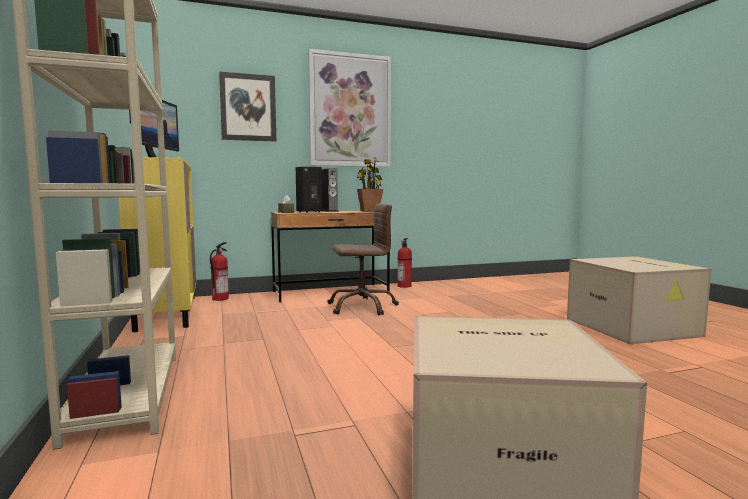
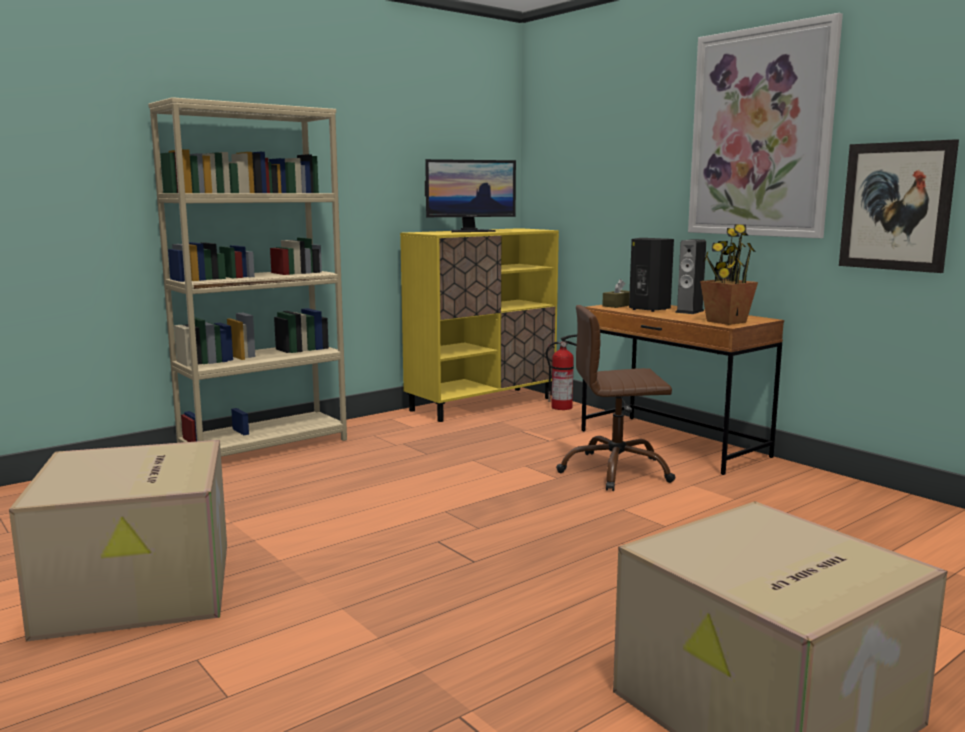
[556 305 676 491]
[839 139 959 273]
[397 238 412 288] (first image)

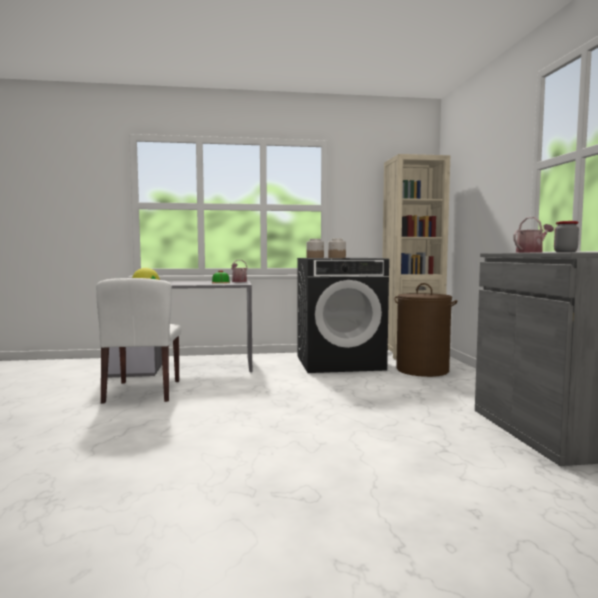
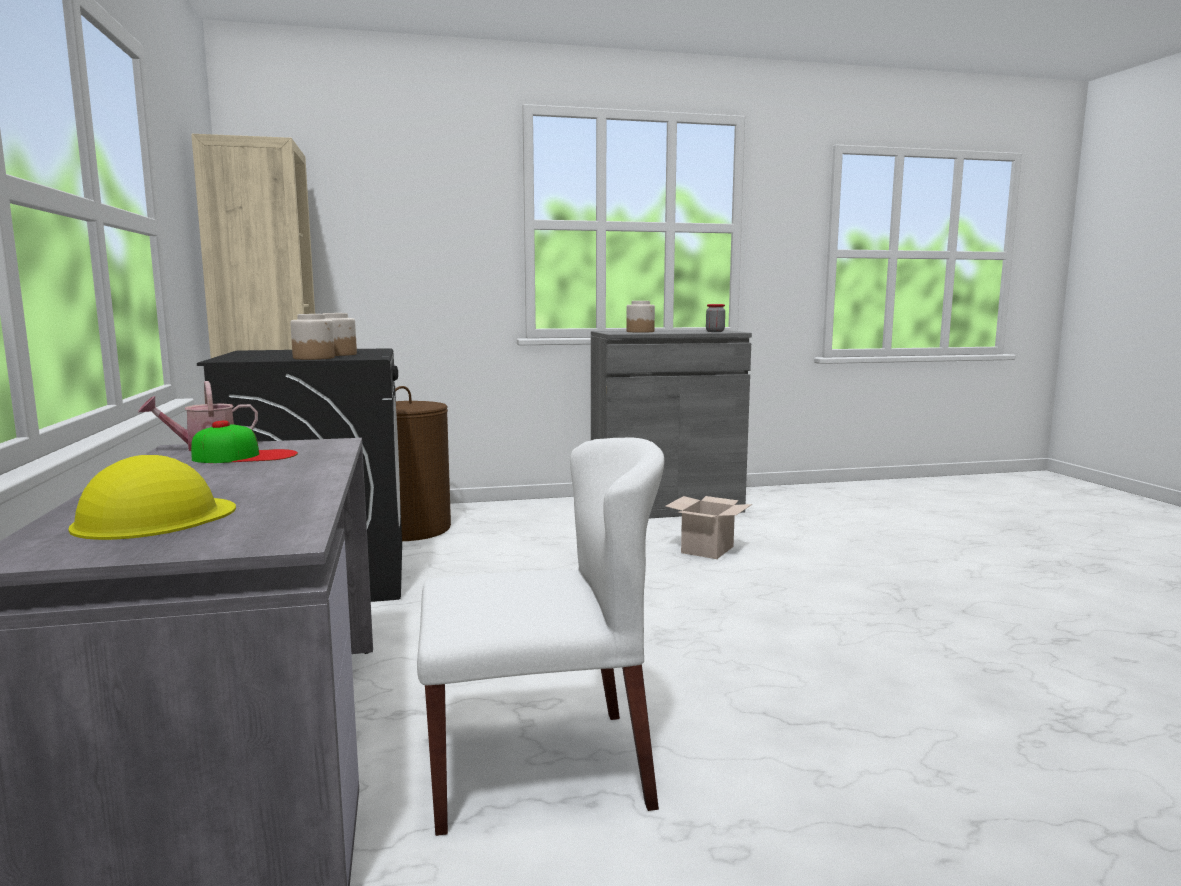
[626 301 655 333]
[666 496 752 559]

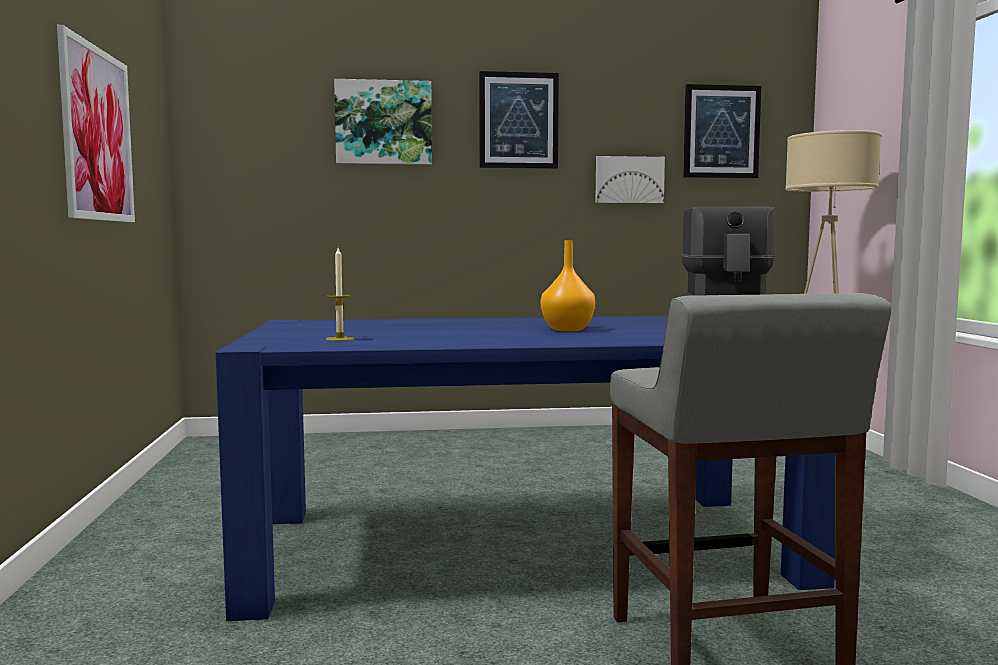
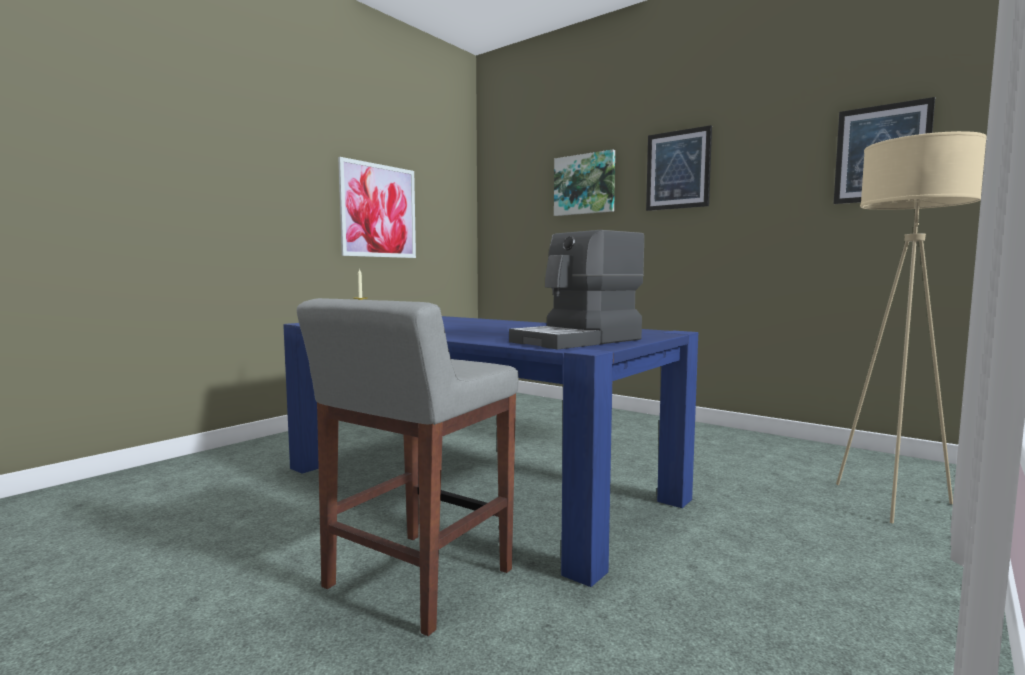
[541 240 595 331] (first image)
[595 156 665 203] (first image)

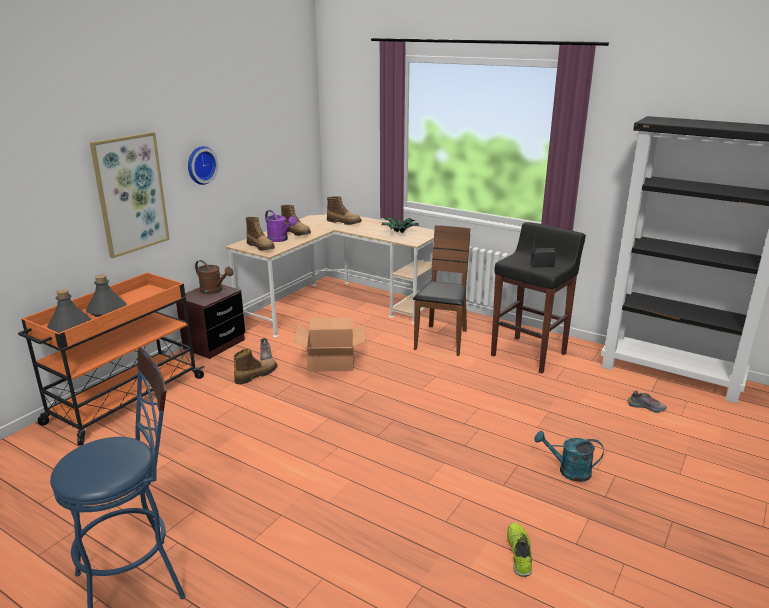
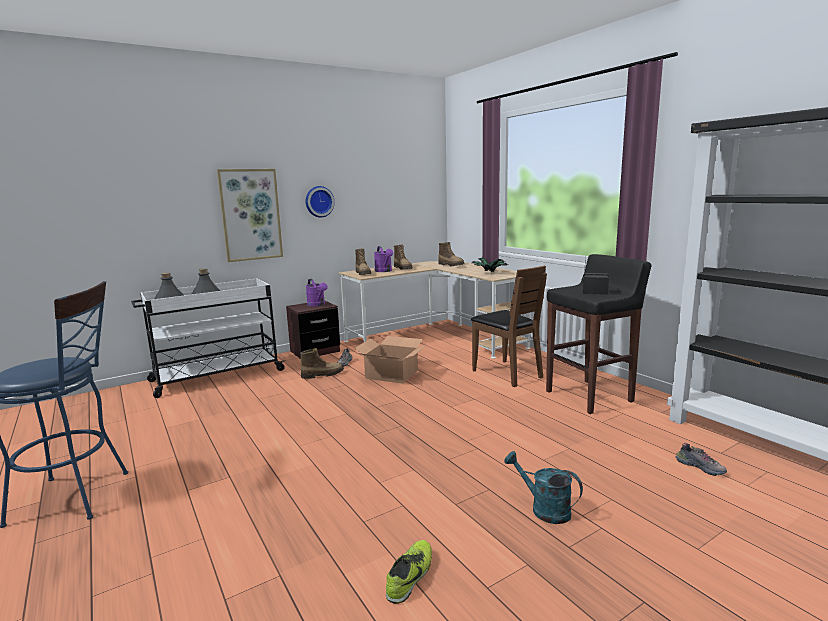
[131 279 285 398]
[306 279 328 306]
[471 266 547 387]

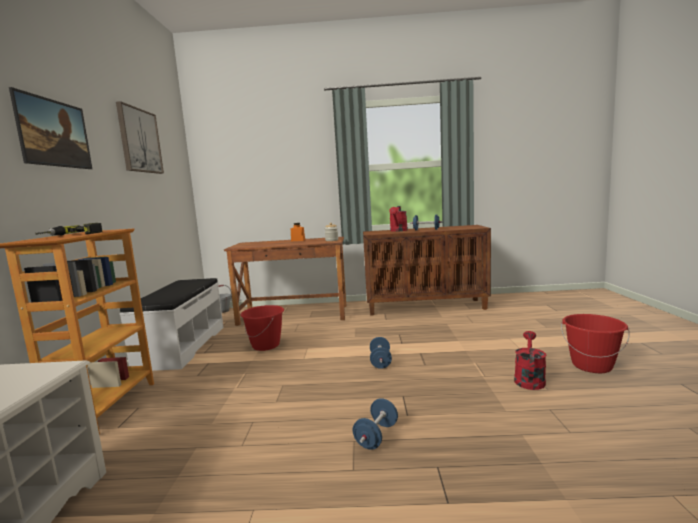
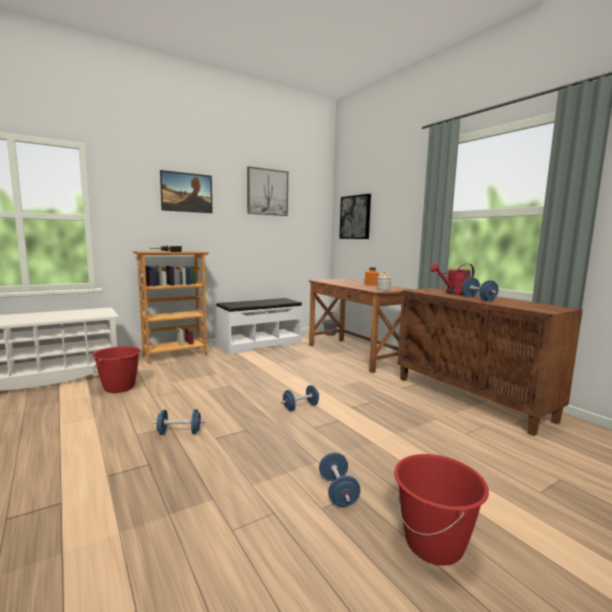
[92 346 141 393]
[319 453 360 507]
[339 194 371 239]

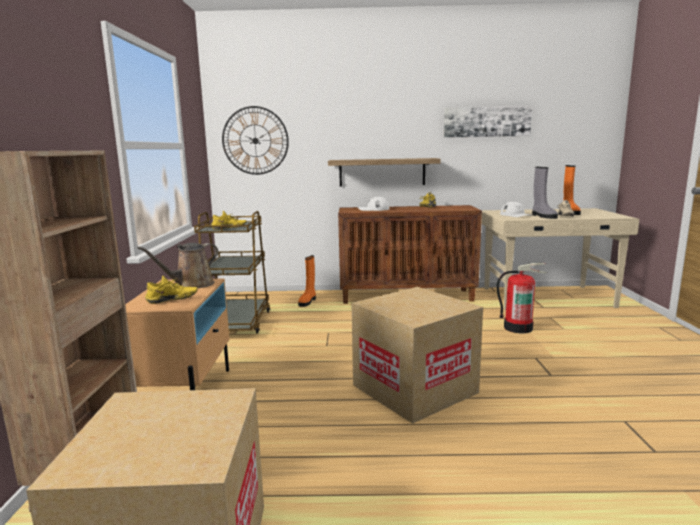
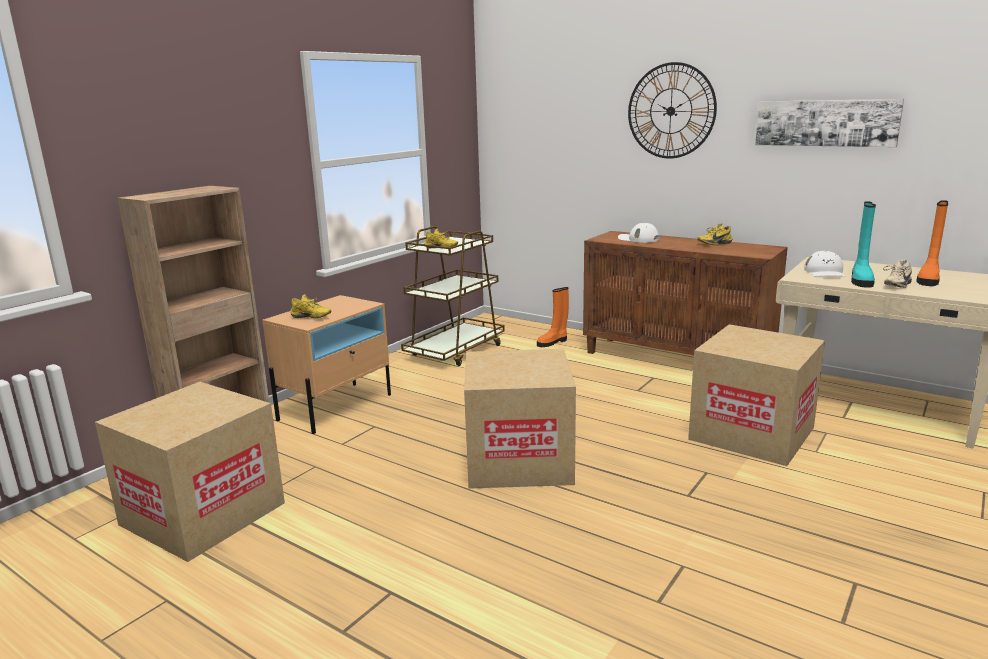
[628 62 717 159]
[688 324 825 466]
[851 201 876 288]
[137 243 218 288] (first image)
[328 158 441 187] (first image)

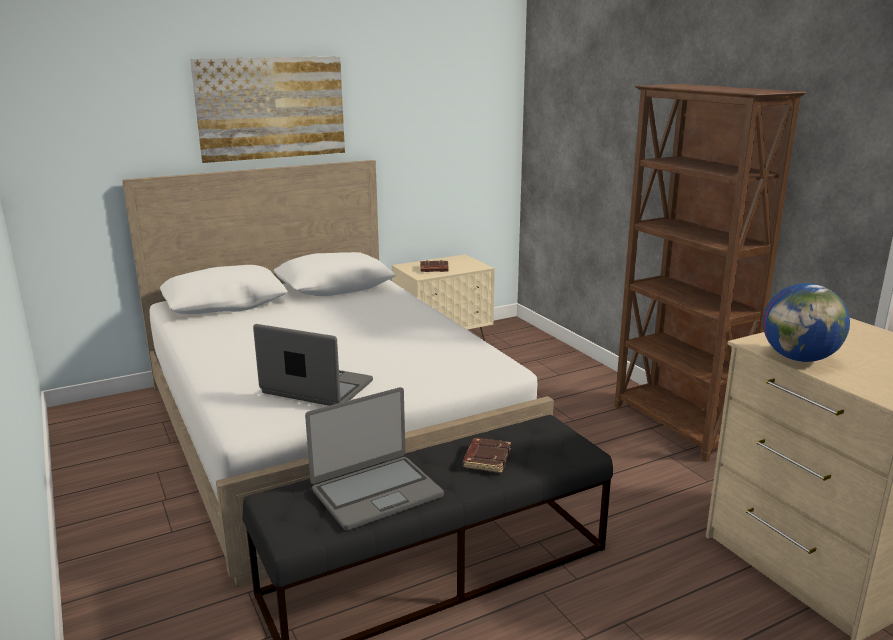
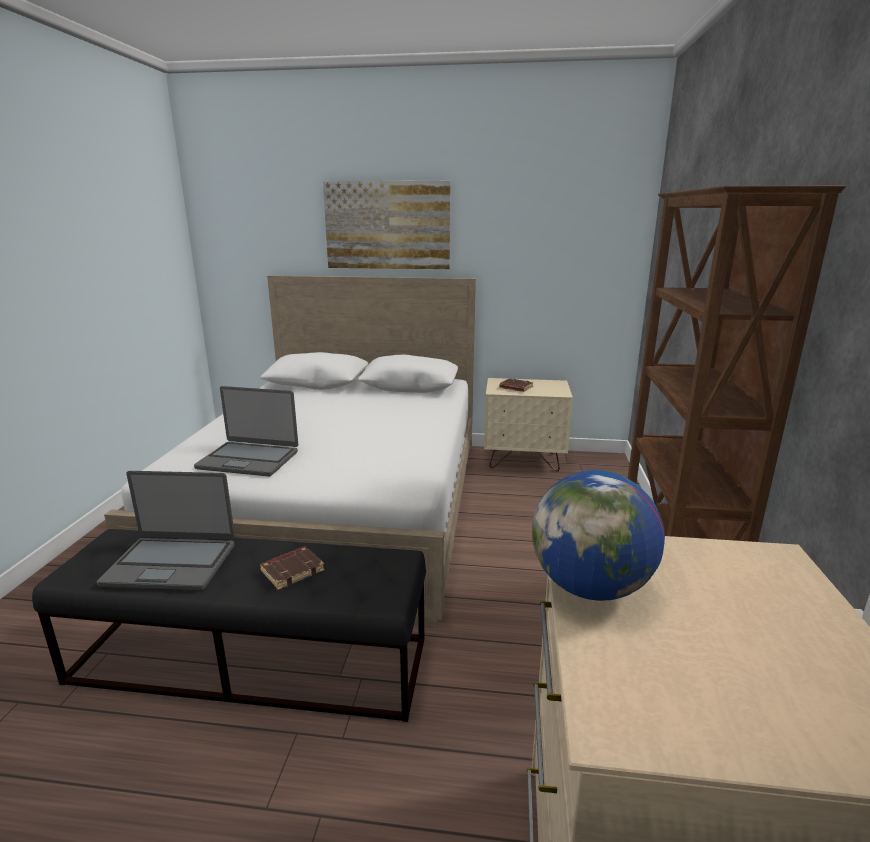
[194 386 298 477]

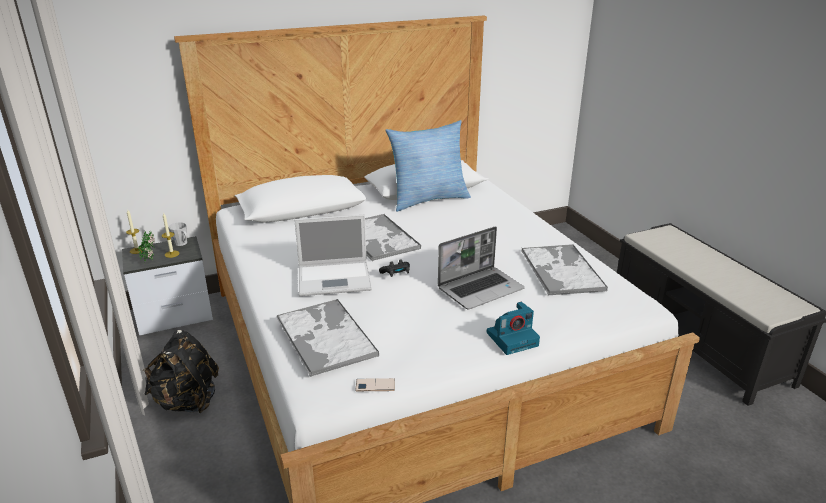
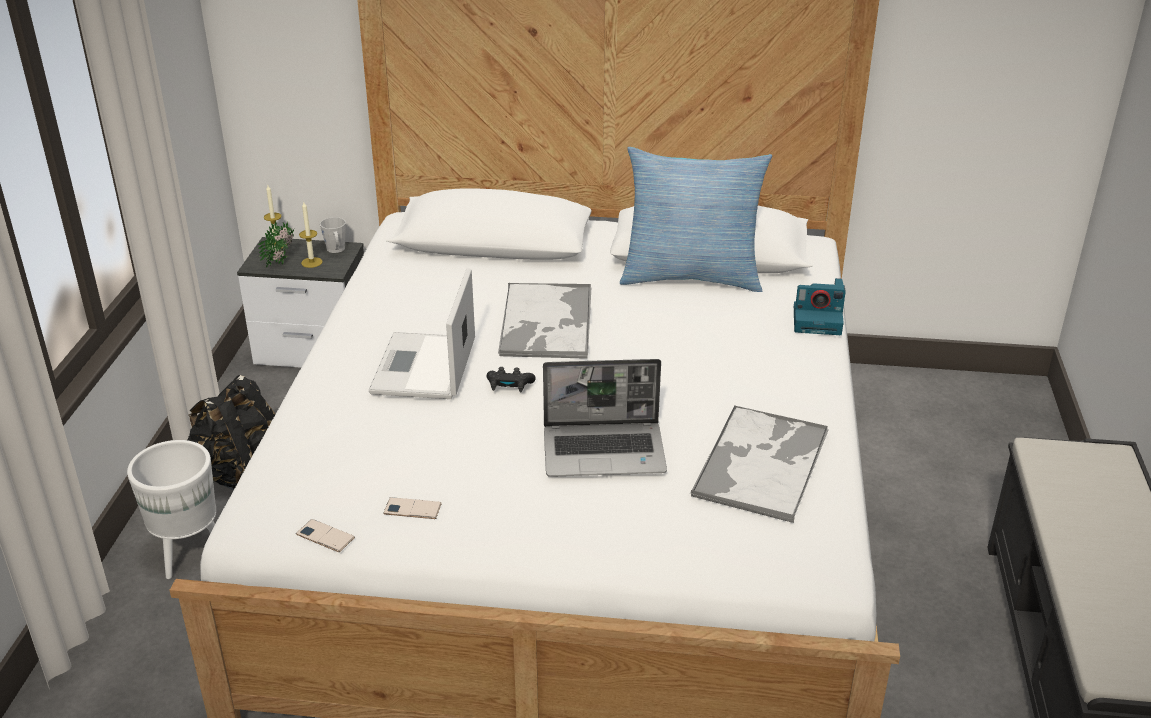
[127 440 216 579]
[369 268 475 399]
[383 497 442 519]
[794 278 846 335]
[277 299 379 377] (first image)

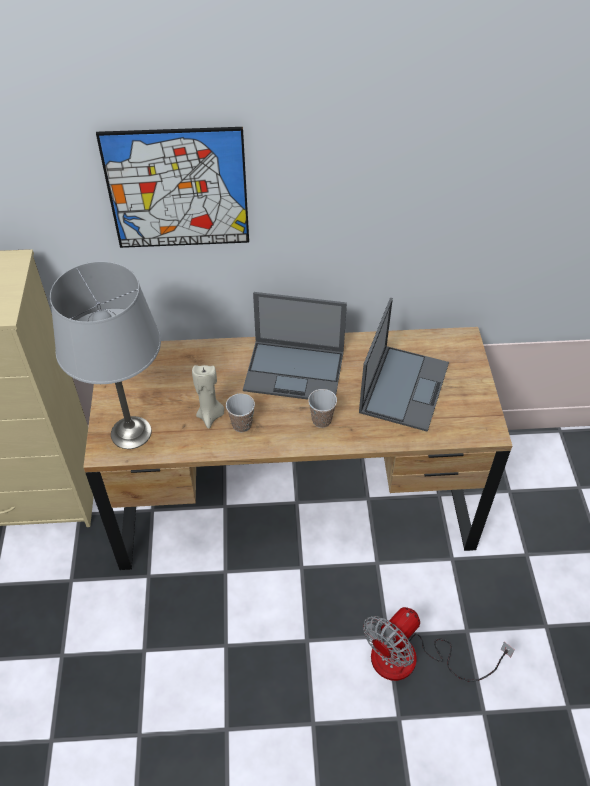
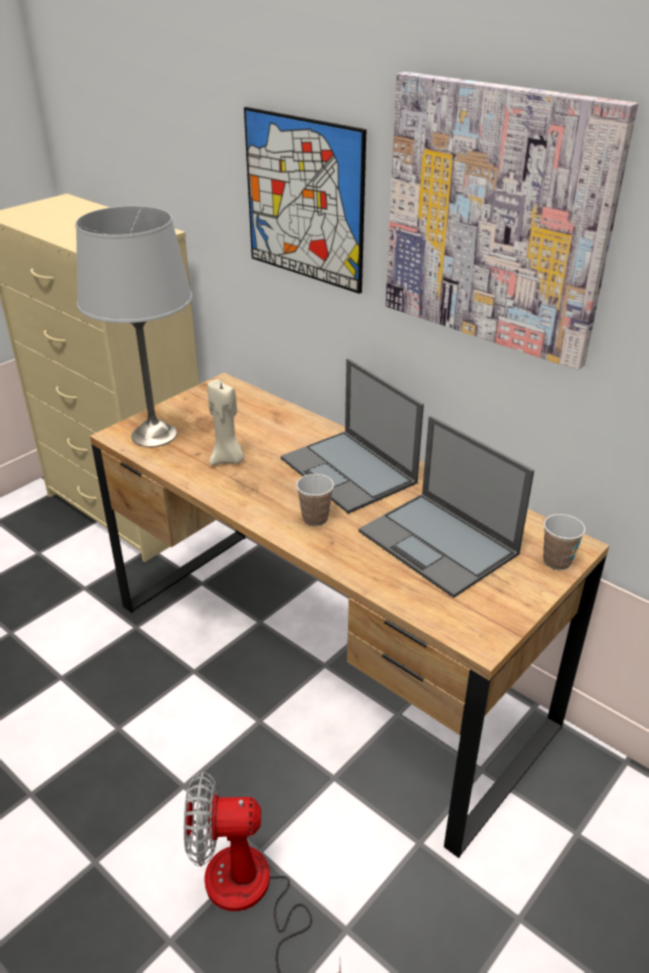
[359 416 534 598]
[386 72 638 370]
[543 514 585 570]

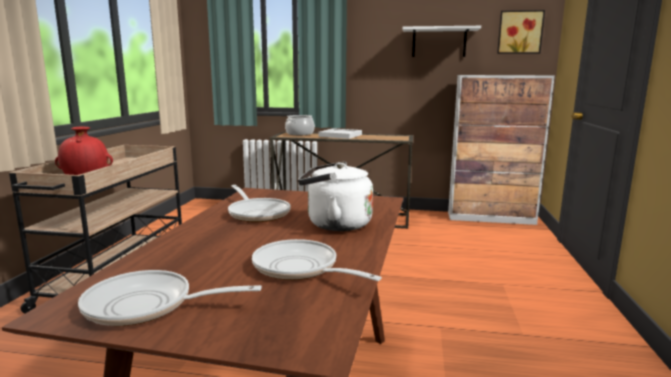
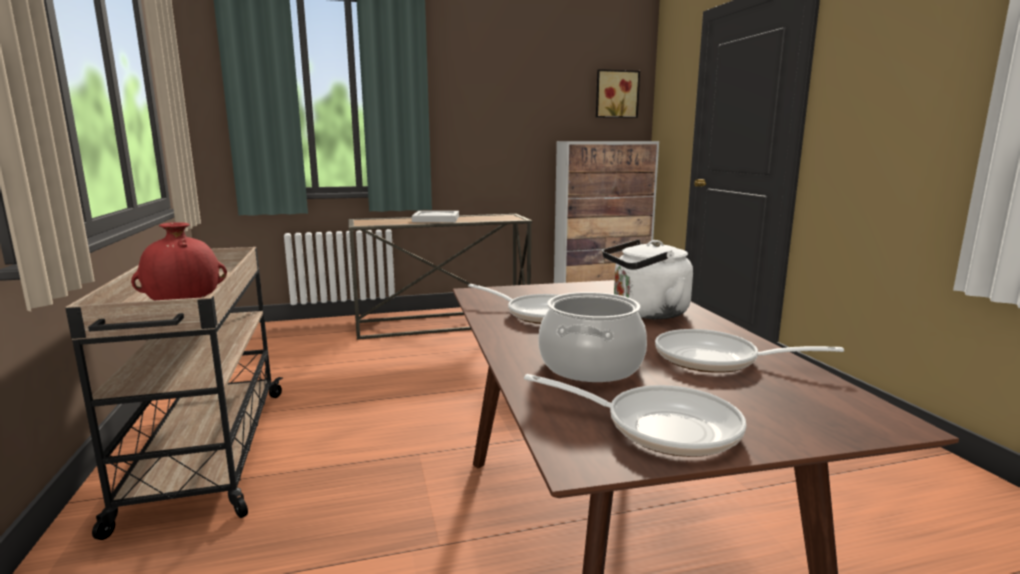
[524 374 746 457]
[538 292 647 382]
[402 26 481 57] (first image)

